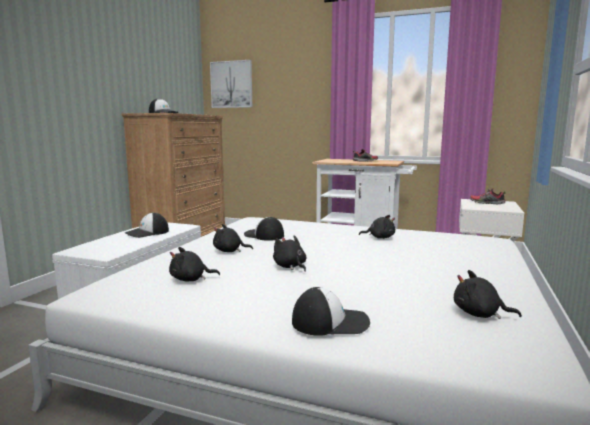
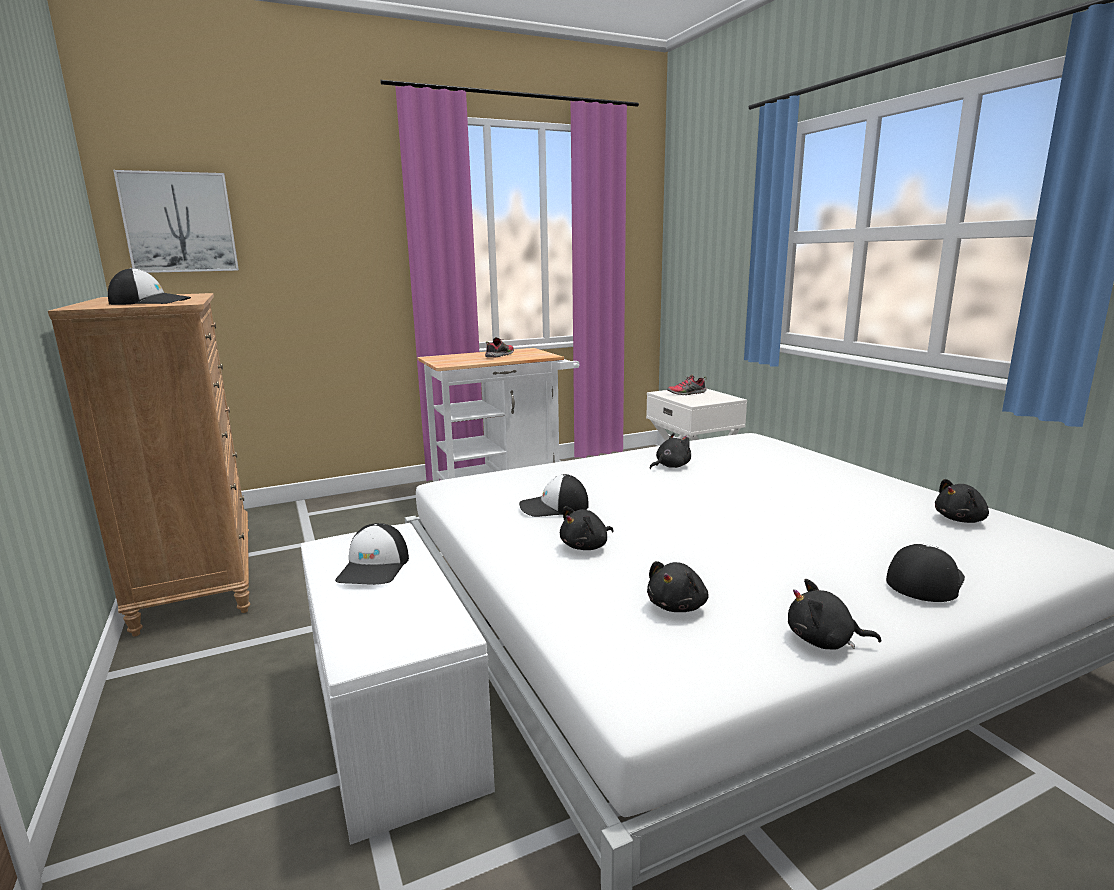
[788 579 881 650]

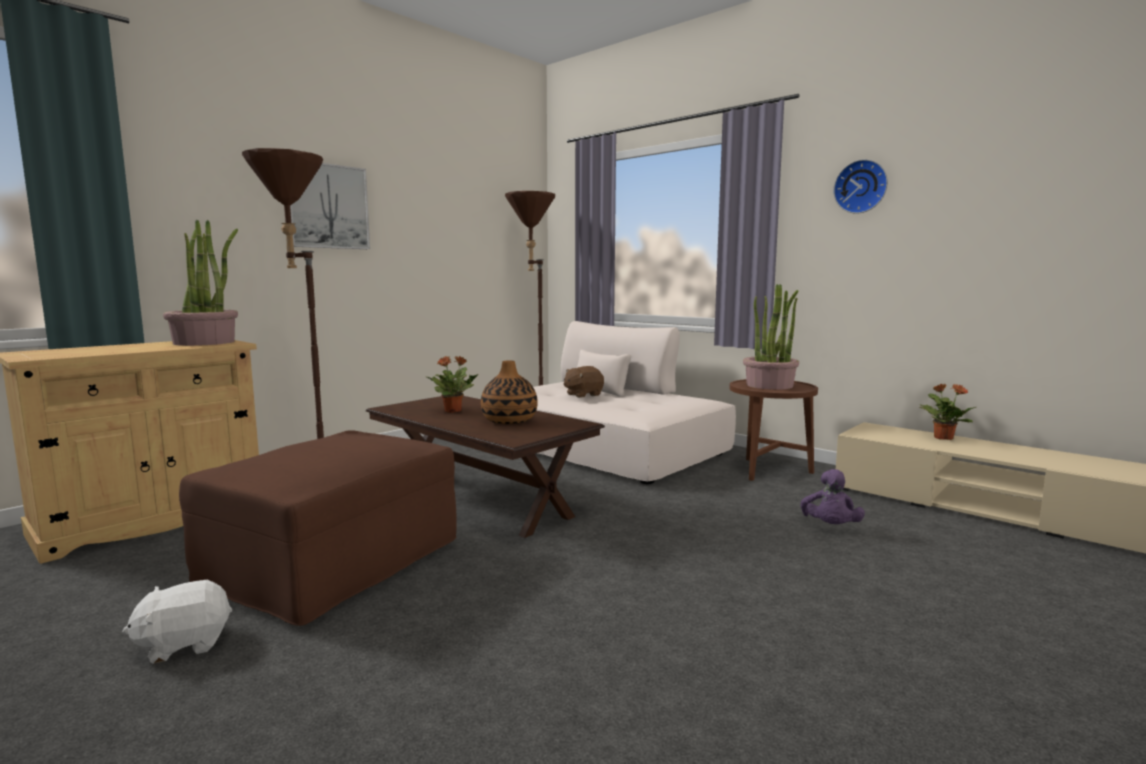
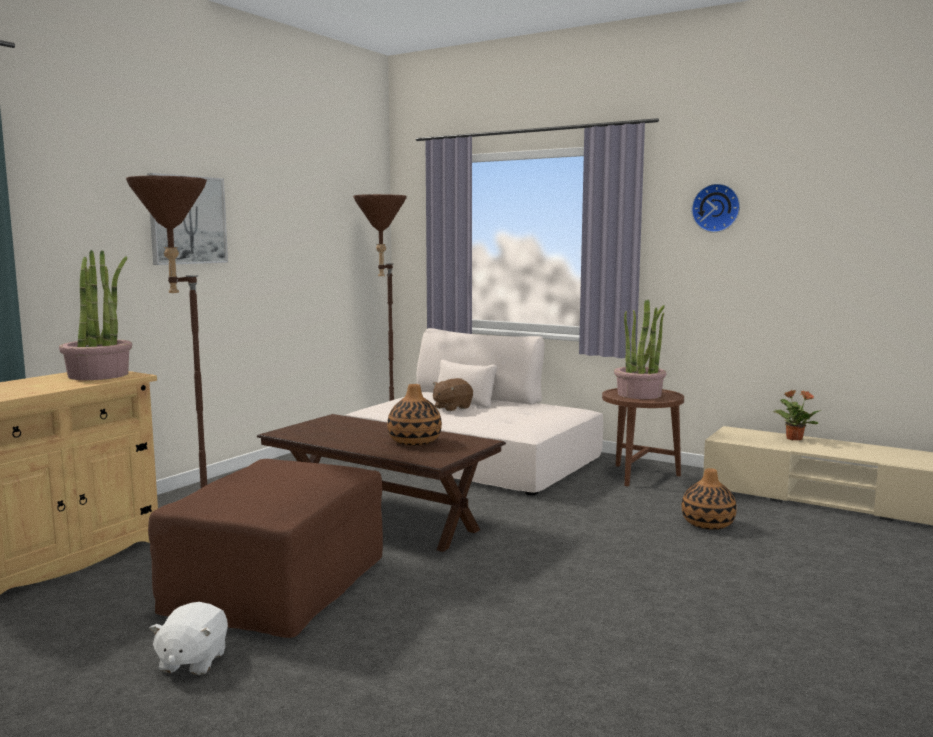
[149 602 228 675]
[682 468 737 530]
[426 356 479 413] (first image)

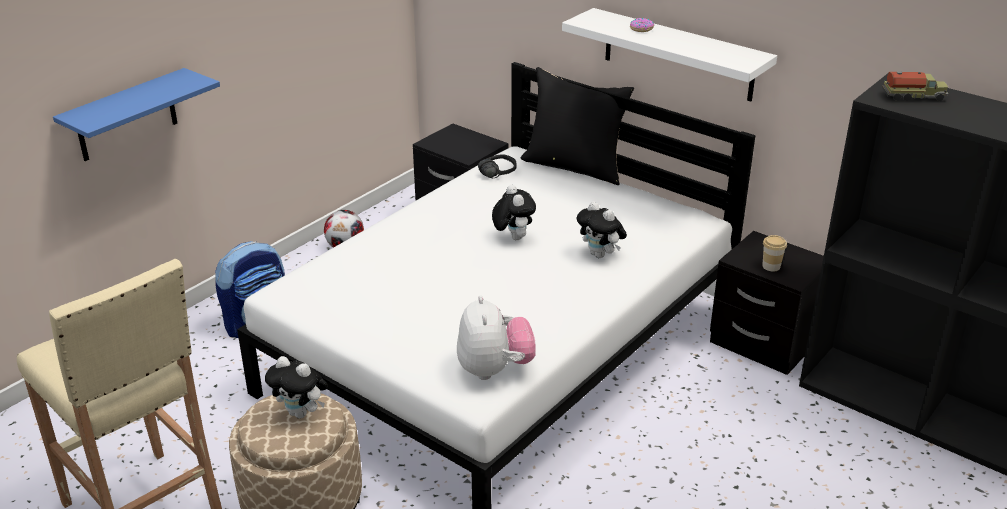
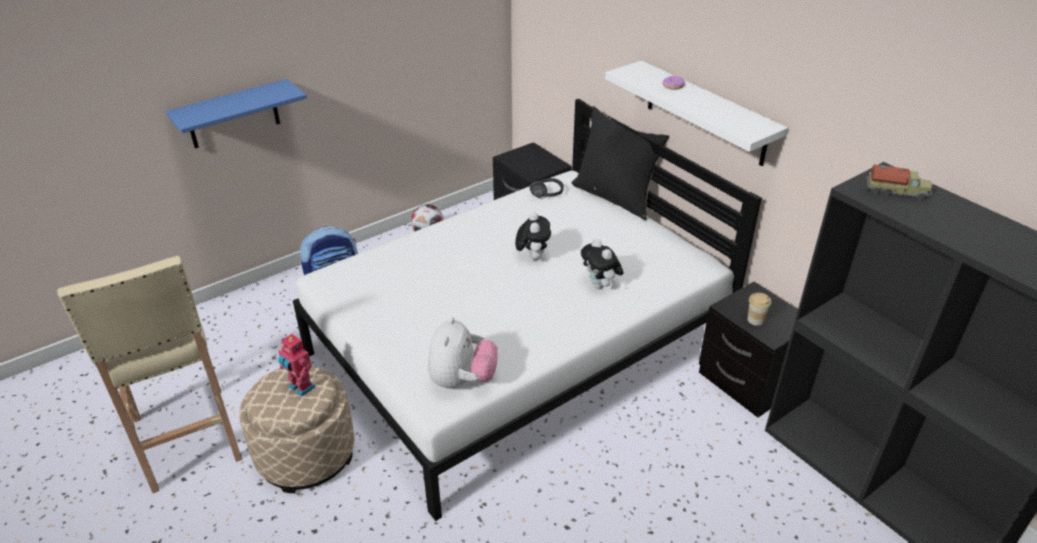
[278 334 316 397]

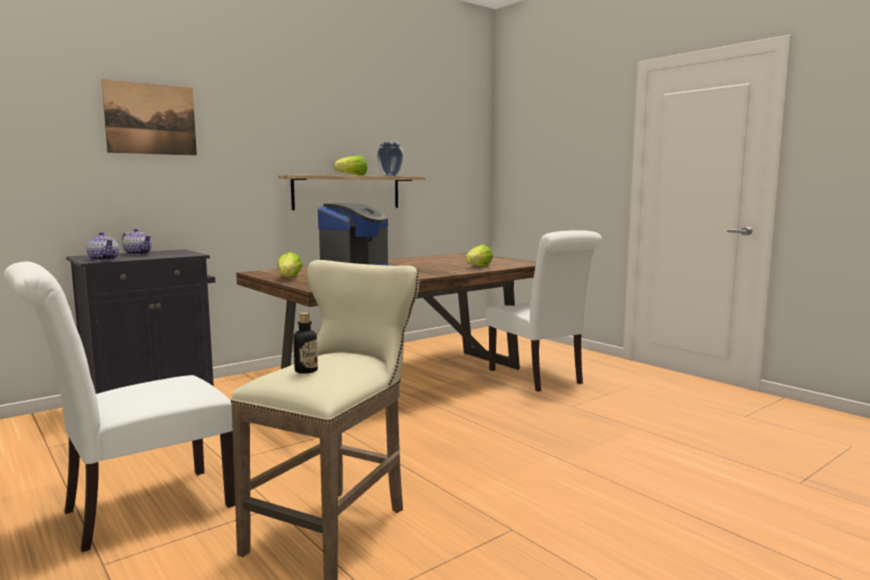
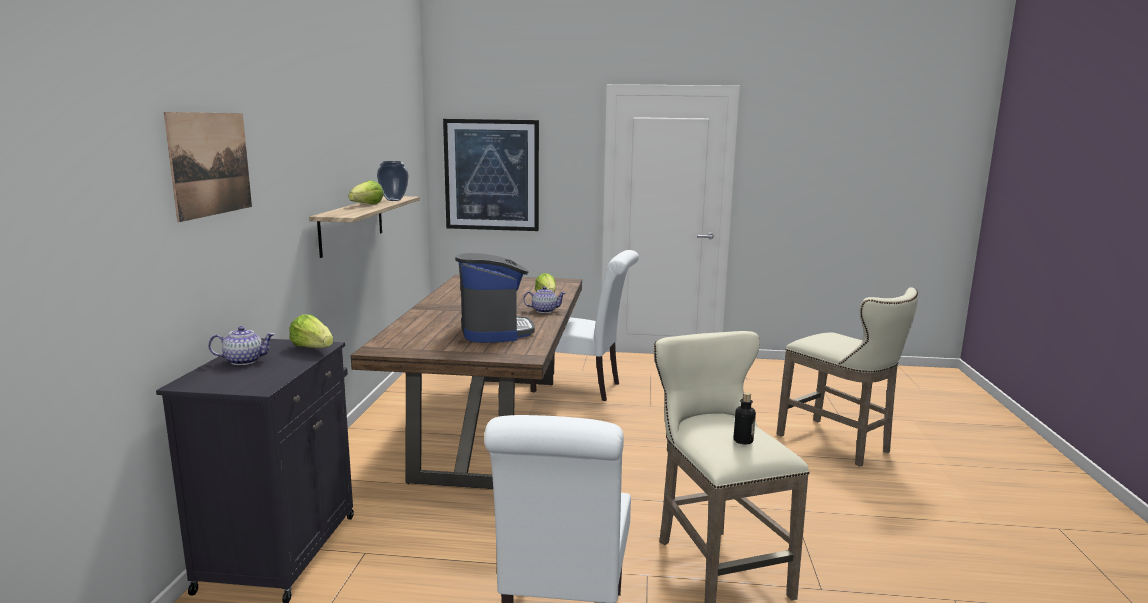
[289 314 333 348]
[443 119 539 231]
[523 286 566 313]
[776 287 918 466]

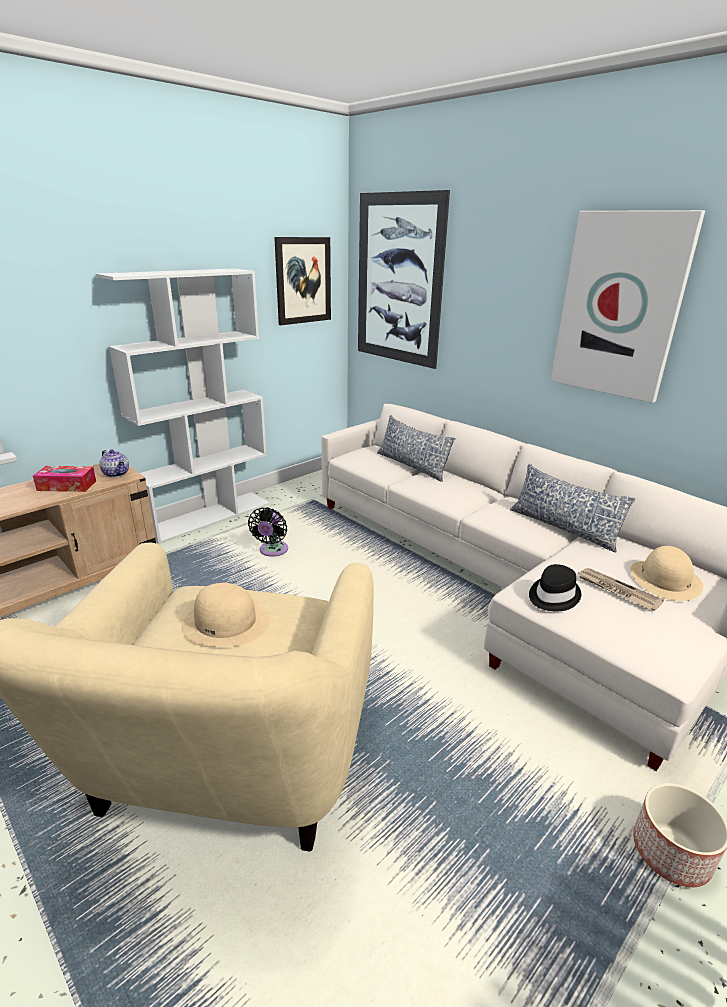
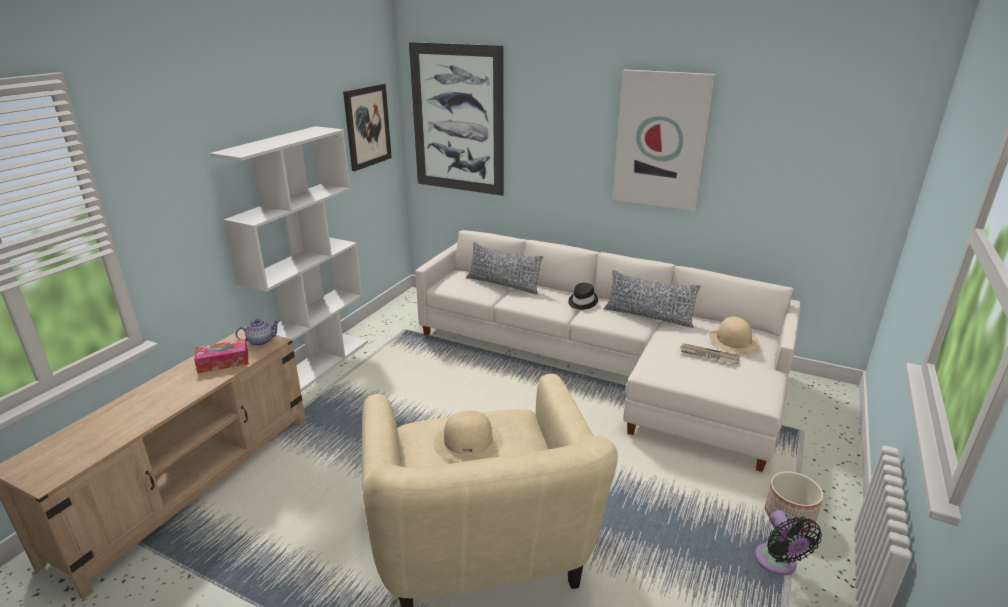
[236 319 280 346]
[568 283 598 310]
[755 510 822 575]

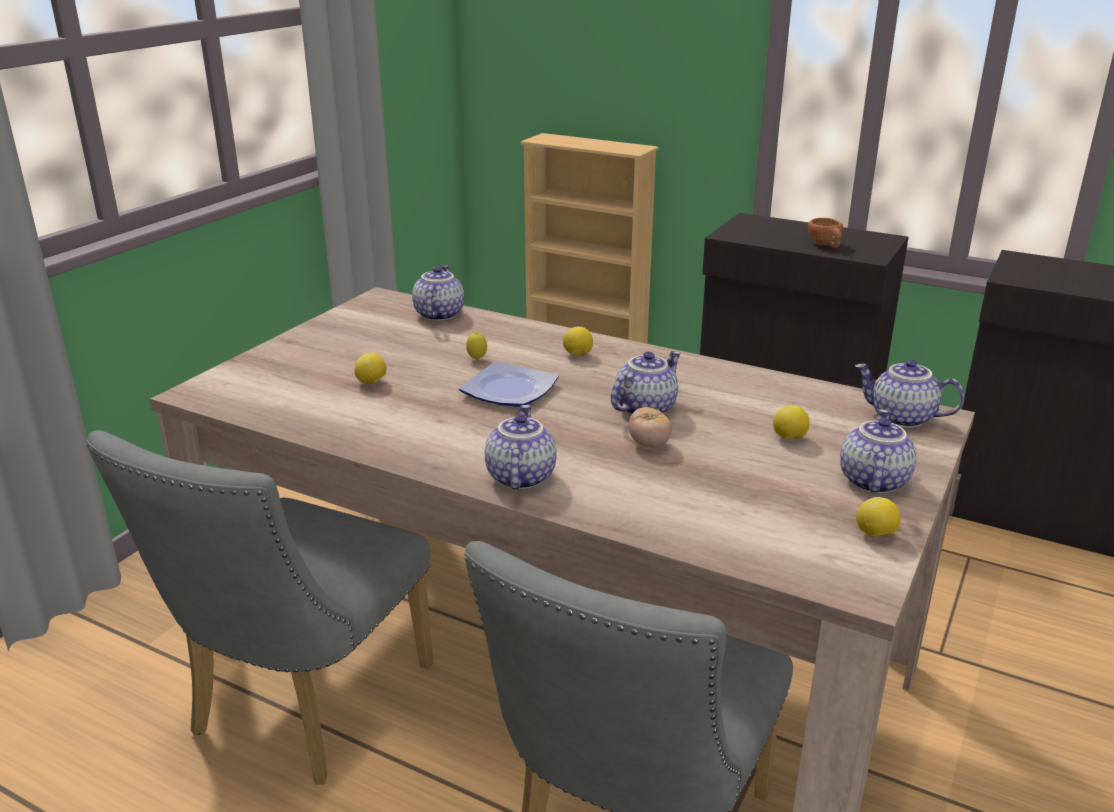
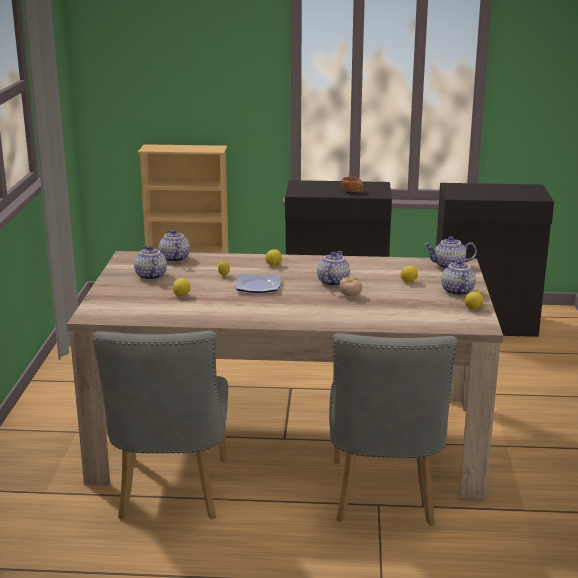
[134 246 167 280]

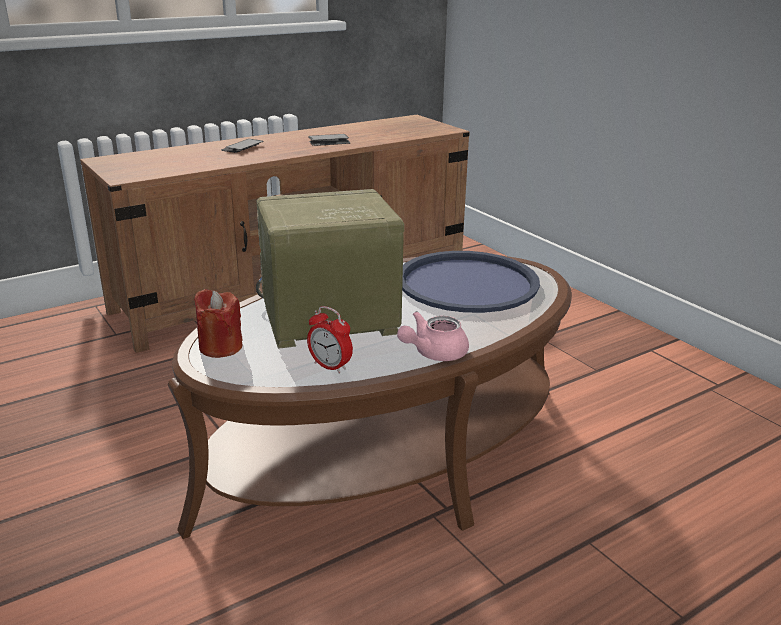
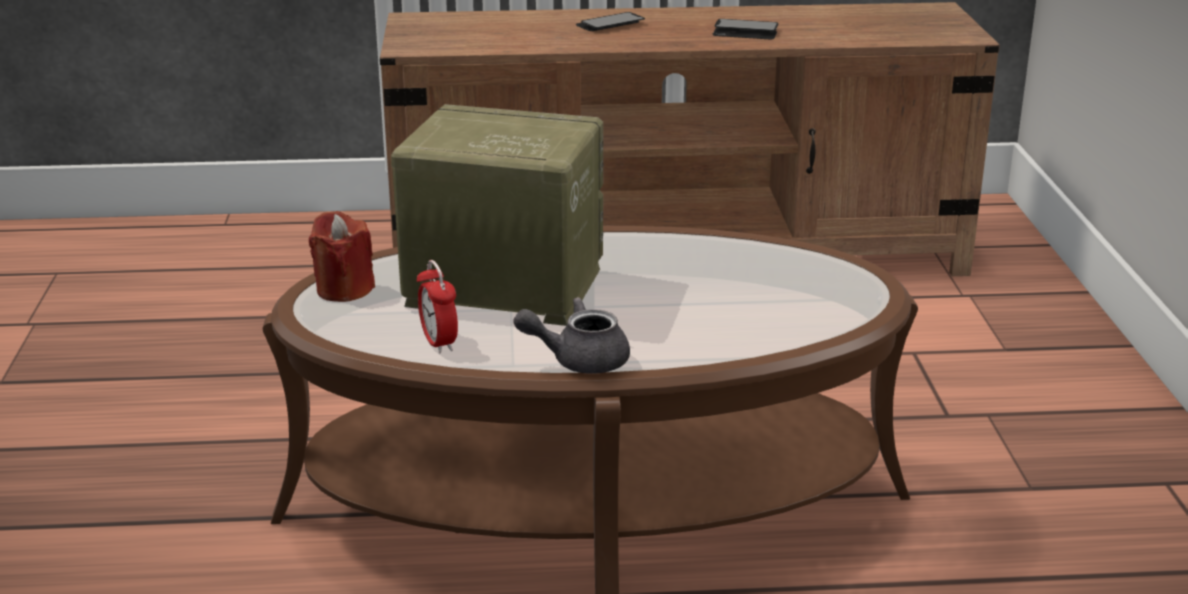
[514 297 630 374]
[402 251 540 313] (first image)

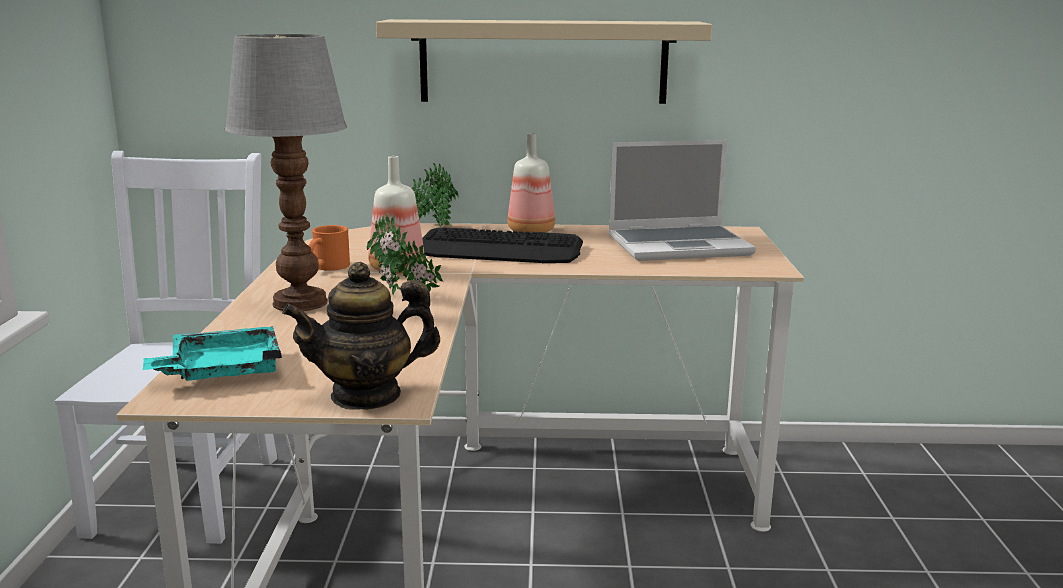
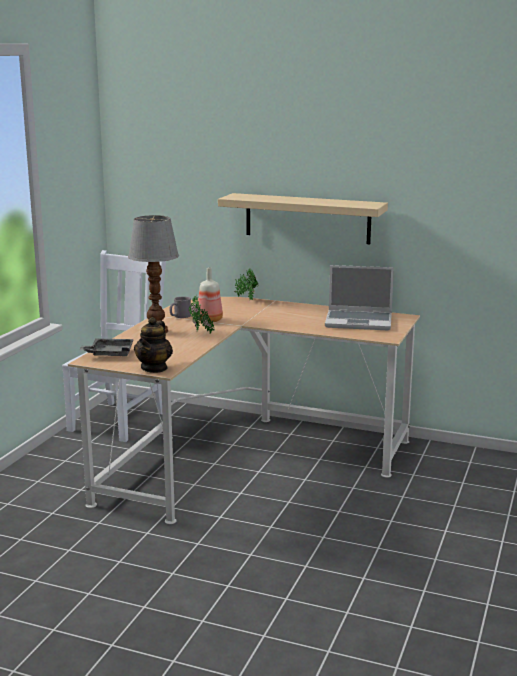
[80 338 134 356]
[134 317 173 373]
[169 296 191 318]
[422 227 583 263] (first image)
[508 133 555 233] (first image)

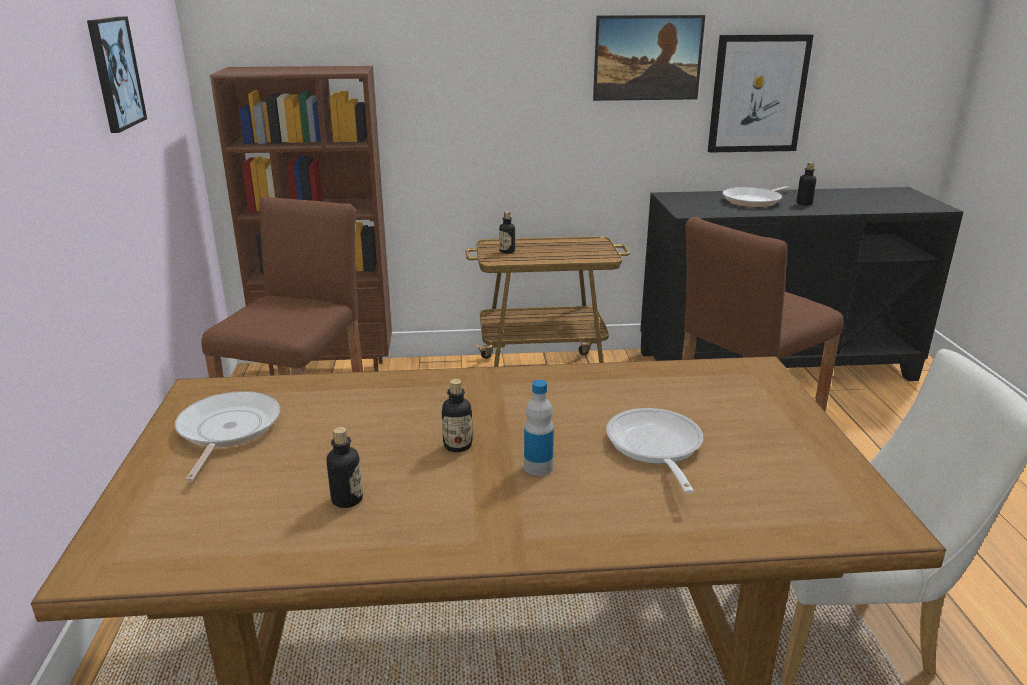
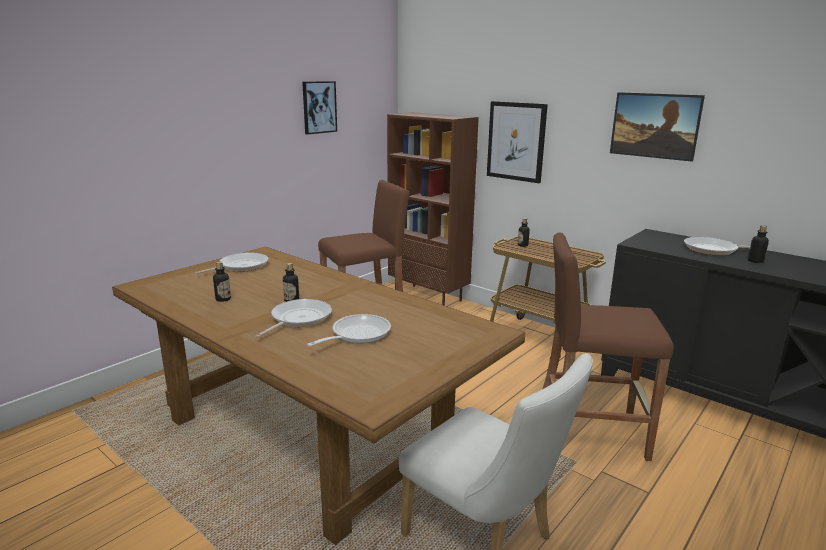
[255 299 332 338]
[487 101 548 183]

